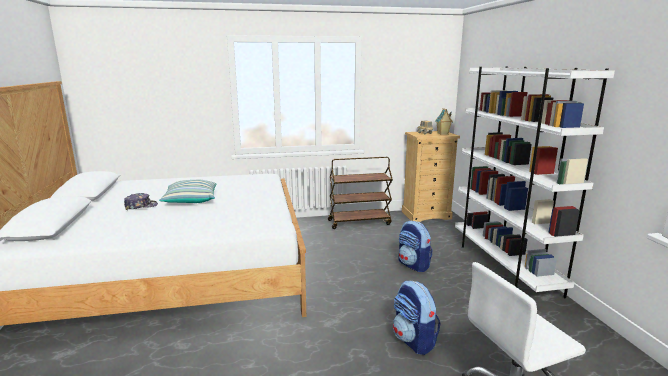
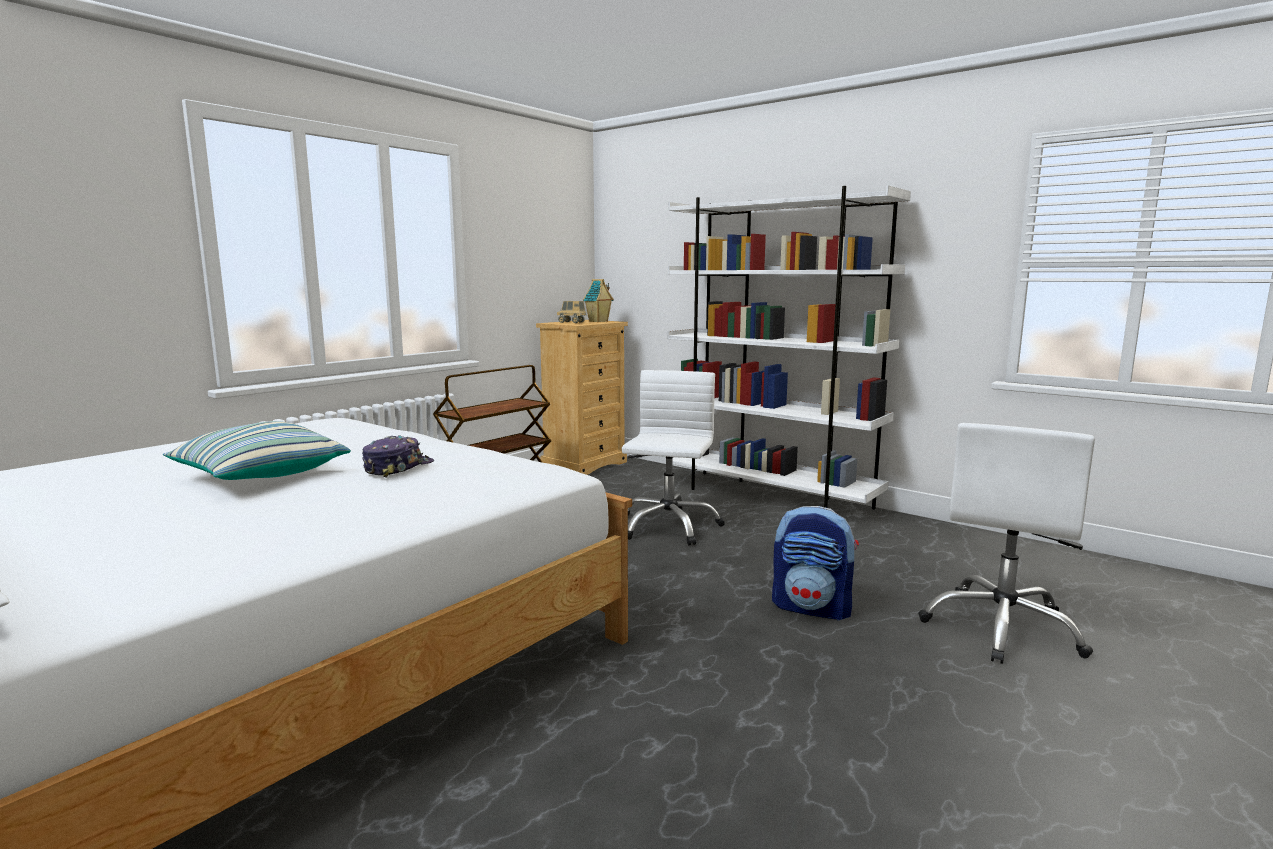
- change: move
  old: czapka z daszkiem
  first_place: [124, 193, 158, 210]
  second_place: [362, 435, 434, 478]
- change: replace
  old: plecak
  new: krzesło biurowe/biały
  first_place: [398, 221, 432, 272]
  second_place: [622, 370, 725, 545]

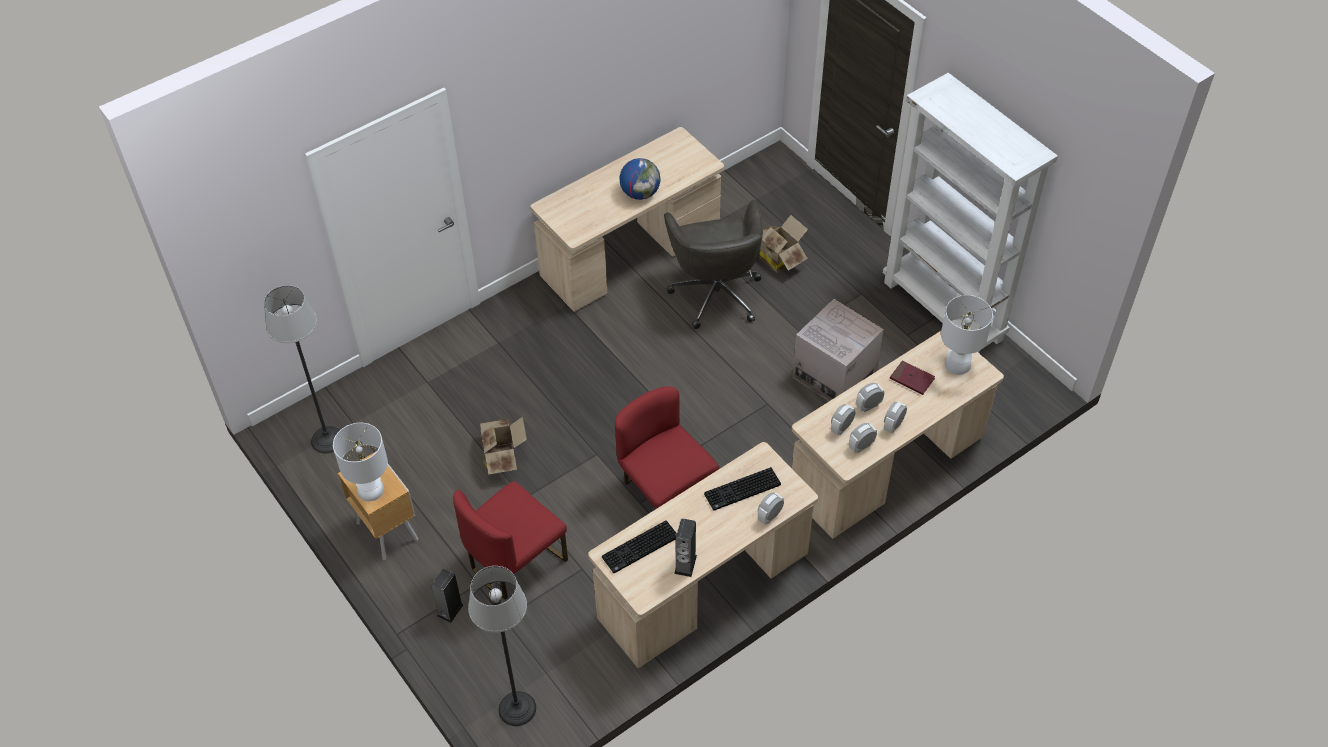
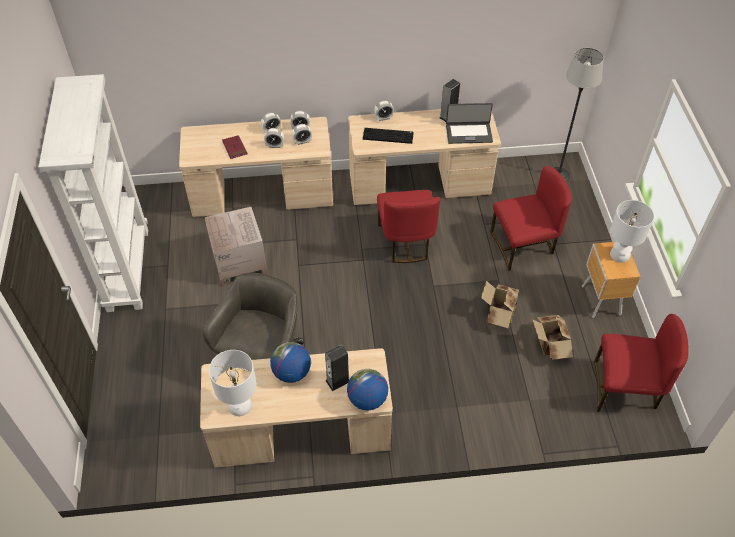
- change: move
  old: karton
  first_place: [760, 215, 808, 273]
  second_place: [533, 315, 573, 360]
- change: replace
  old: lampa stojąca
  new: krzesło/czerwony
  first_place: [264, 285, 340, 453]
  second_place: [594, 314, 689, 412]
- change: move
  old: lampa stołowa/biały
  first_place: [941, 295, 993, 375]
  second_place: [209, 350, 257, 416]
- change: replace
  old: klawiatura
  new: laptop
  first_place: [602, 520, 677, 573]
  second_place: [446, 103, 493, 144]
- change: move
  old: głośnik
  first_place: [431, 568, 464, 623]
  second_place: [325, 345, 349, 391]
- change: insert
  new: globus
  second_place: [347, 369, 388, 411]

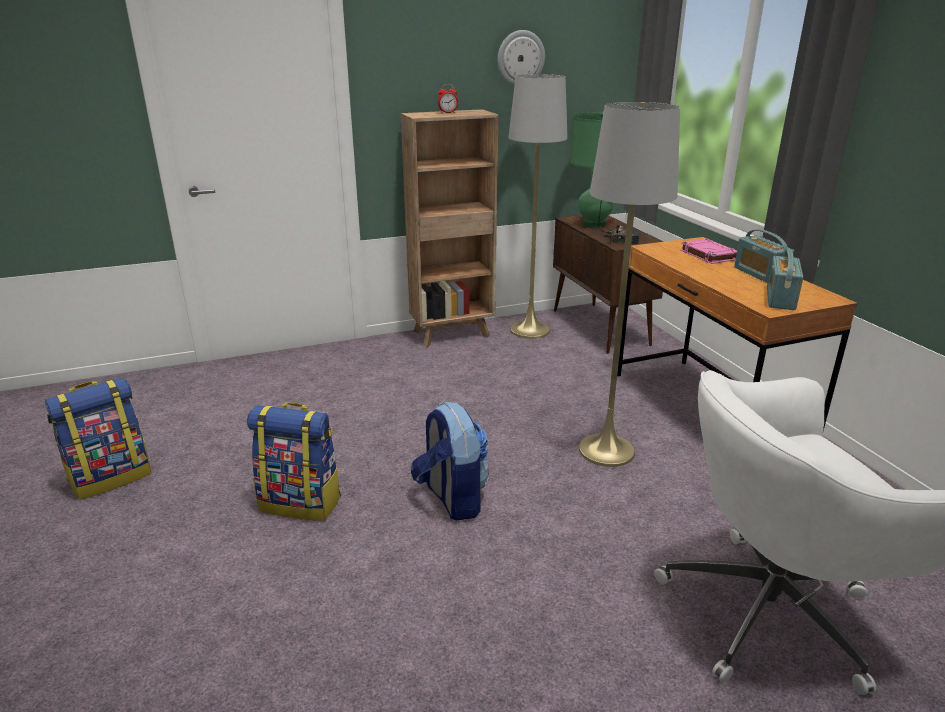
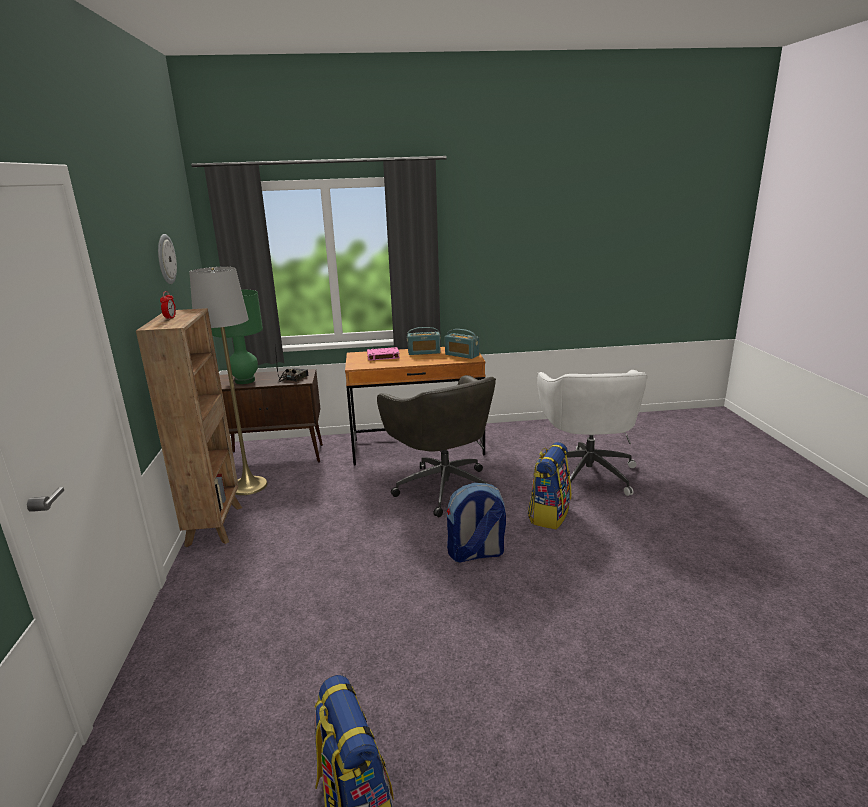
- change: replace
  old: lampa stojąca/szary
  new: krzesło biurowe/szary
  first_place: [579, 102, 680, 467]
  second_place: [377, 375, 496, 517]
- change: move
  old: plecak
  first_place: [247, 403, 341, 521]
  second_place: [528, 442, 571, 529]

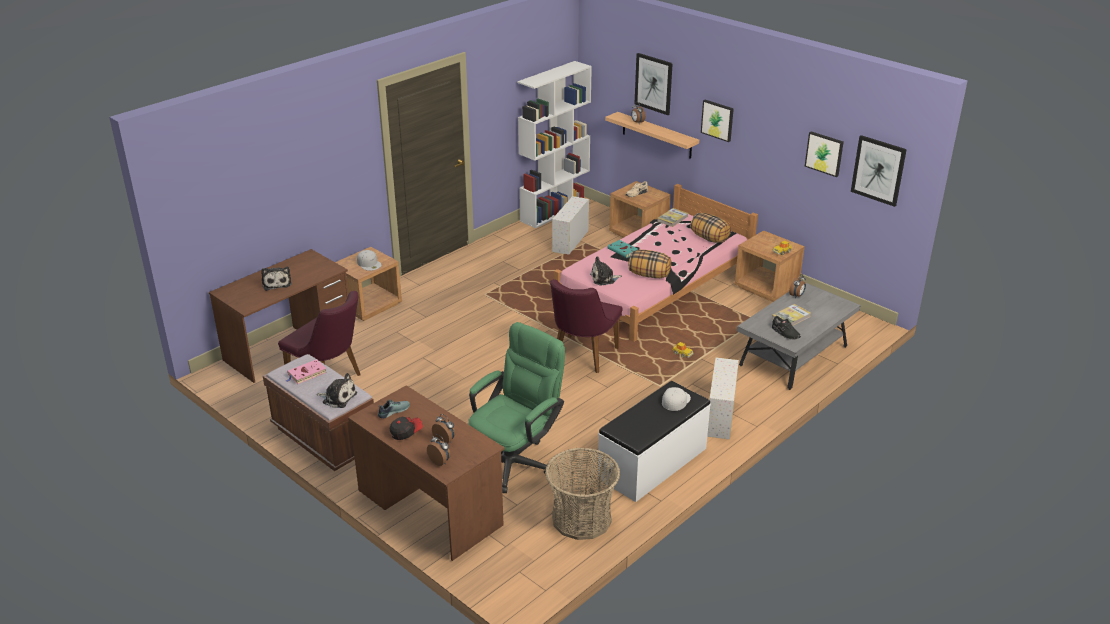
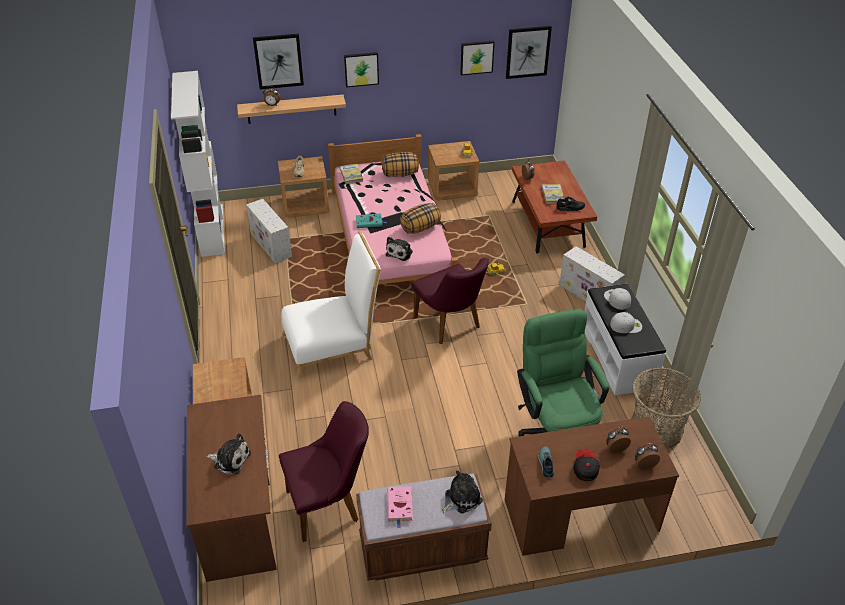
- change: move
  old: czapka z daszkiem/biały
  first_place: [357, 250, 382, 271]
  second_place: [610, 312, 642, 333]
- change: recolor
  old: ława/szary
  new: ława/brązowy
  first_place: [737, 282, 861, 390]
  second_place: [512, 160, 597, 254]
- change: insert
  new: krzesło/biały
  second_place: [281, 231, 381, 379]

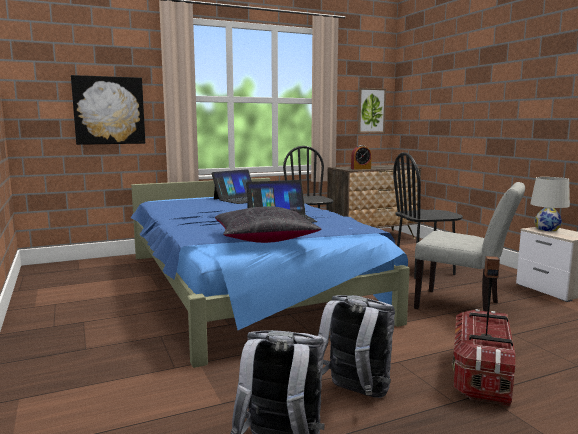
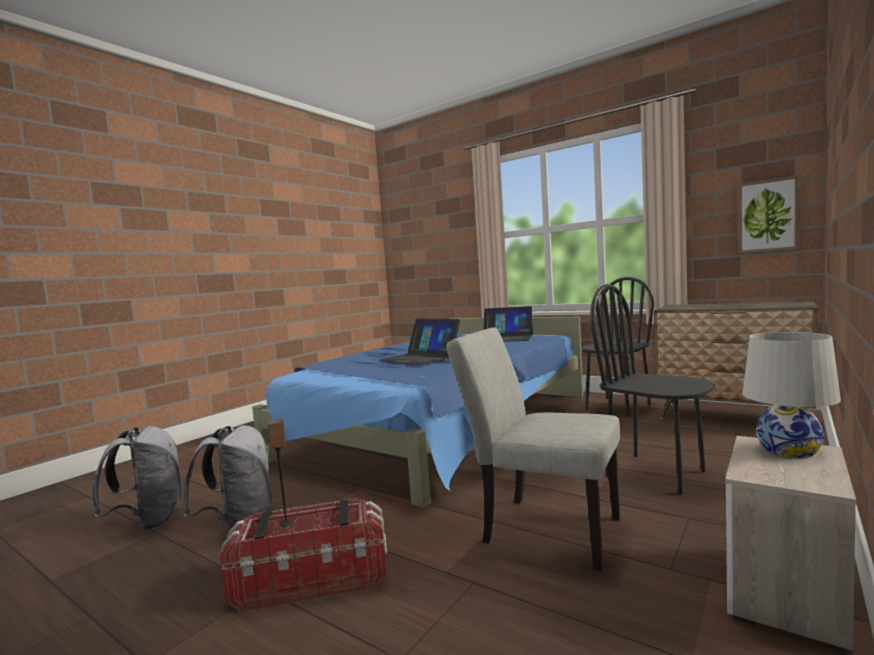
- change: delete
  old: obraz
  first_place: [71, 75, 145, 145]
- change: delete
  old: budzik
  first_place: [351, 145, 371, 170]
- change: rotate
  old: krzesło/szary
  first_place: [414, 182, 525, 312]
  second_place: [446, 327, 620, 571]
  degrees: 120
- change: delete
  old: poduszka/czarny
  first_place: [215, 206, 321, 243]

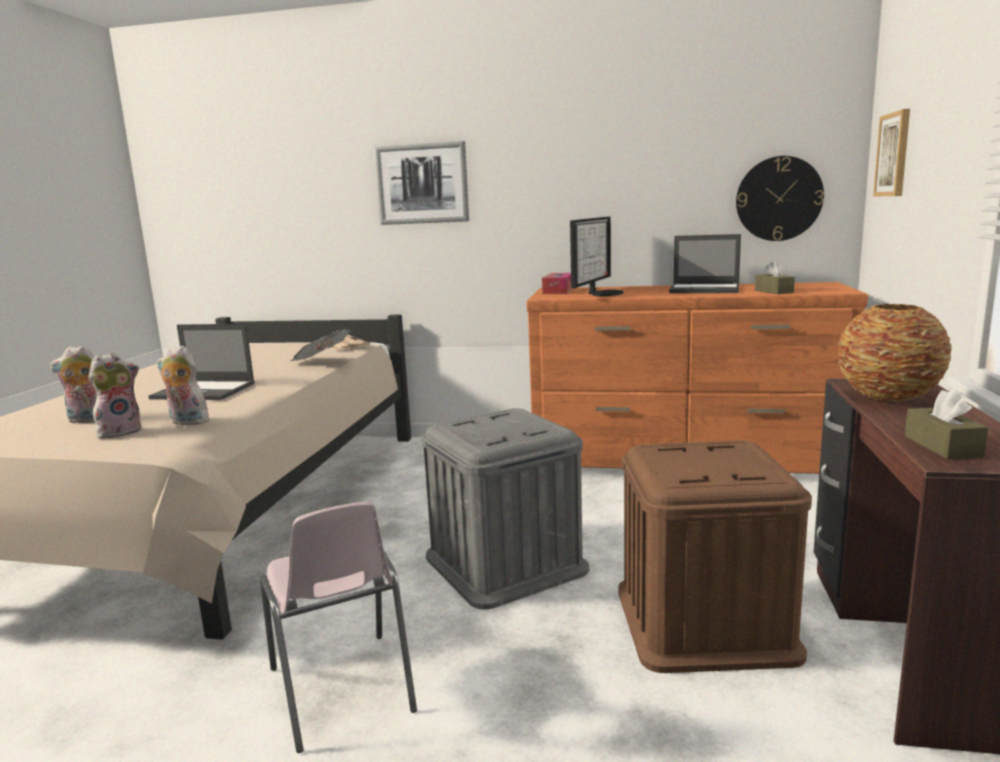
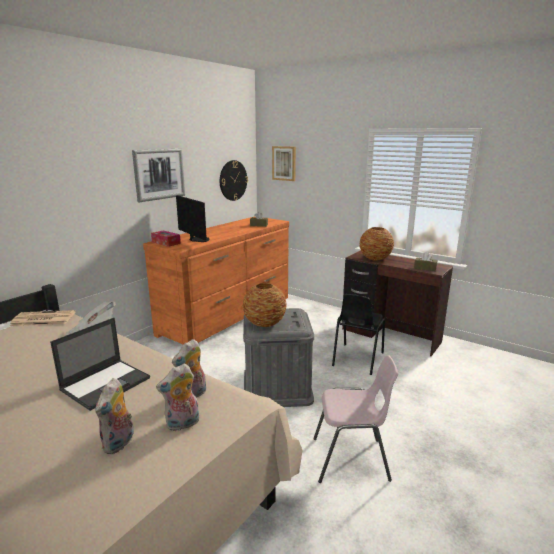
- change: move
  old: obraz
  first_place: [374, 141, 469, 225]
  second_place: [132, 149, 185, 202]
- change: delete
  old: laptop
  first_place: [669, 234, 741, 293]
- change: rotate
  old: pluszak
  first_place: [88, 353, 141, 439]
  second_place: [156, 364, 199, 431]
  degrees: -105
- change: replace
  old: pojemnik do przechowywania/brązowy
  new: krzesło/czarny
  first_place: [618, 440, 812, 673]
  second_place: [332, 294, 385, 375]
- change: insert
  new: wazon
  second_place: [242, 283, 287, 327]

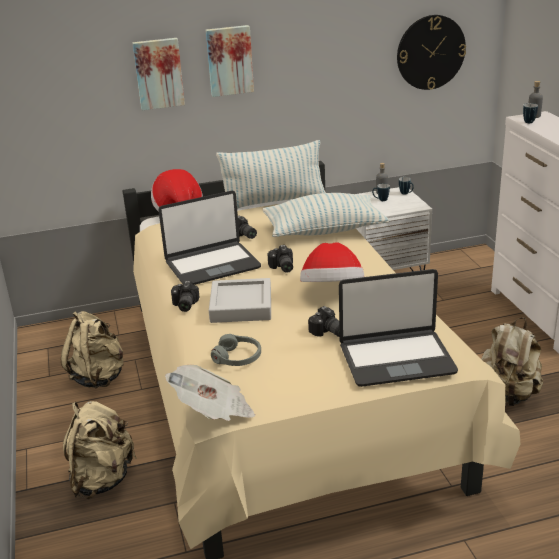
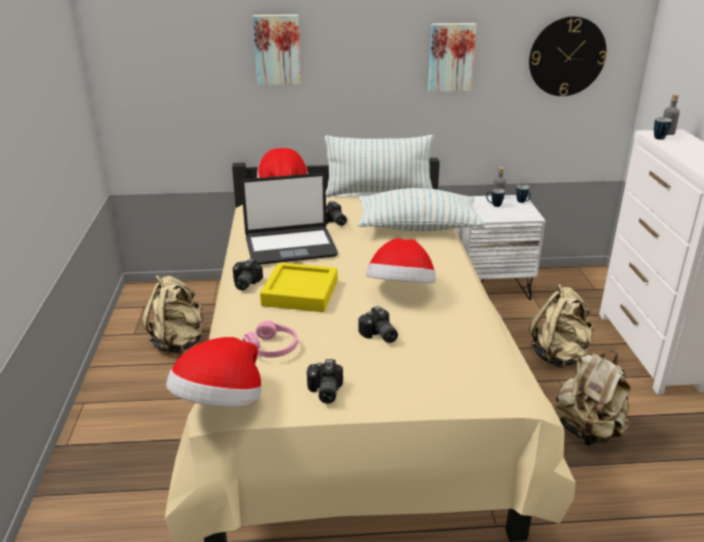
- change: move
  old: obraz
  first_place: [206, 25, 254, 97]
  second_place: [428, 23, 477, 92]
- change: move
  old: aparat fotograficzny
  first_place: [268, 245, 293, 273]
  second_place: [307, 359, 343, 404]
- change: delete
  old: laptop
  first_place: [339, 269, 458, 387]
- change: recolor
  old: taca/szary
  new: taca/żółty
  first_place: [209, 278, 271, 323]
  second_place: [260, 263, 338, 312]
- change: recolor
  old: słuchawki/szary
  new: słuchawki/różowy
  first_place: [211, 334, 261, 366]
  second_place: [242, 321, 298, 358]
- change: replace
  old: gazeta
  new: kapelusz
  first_place: [165, 365, 255, 421]
  second_place: [166, 337, 262, 407]
- change: move
  old: plecak/beżowy
  first_place: [63, 401, 137, 499]
  second_place: [529, 284, 594, 368]

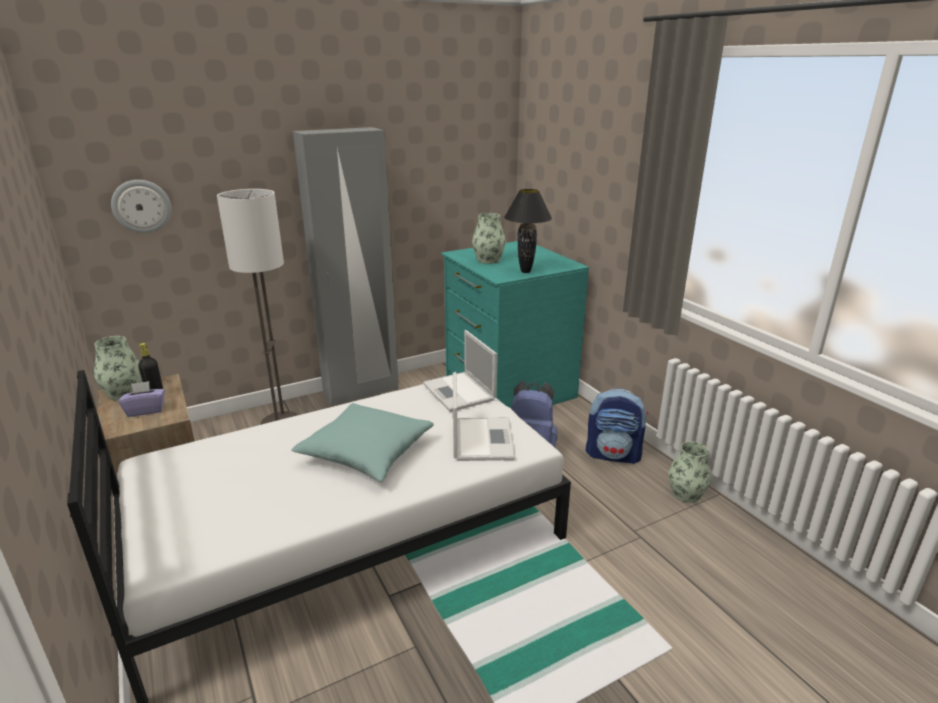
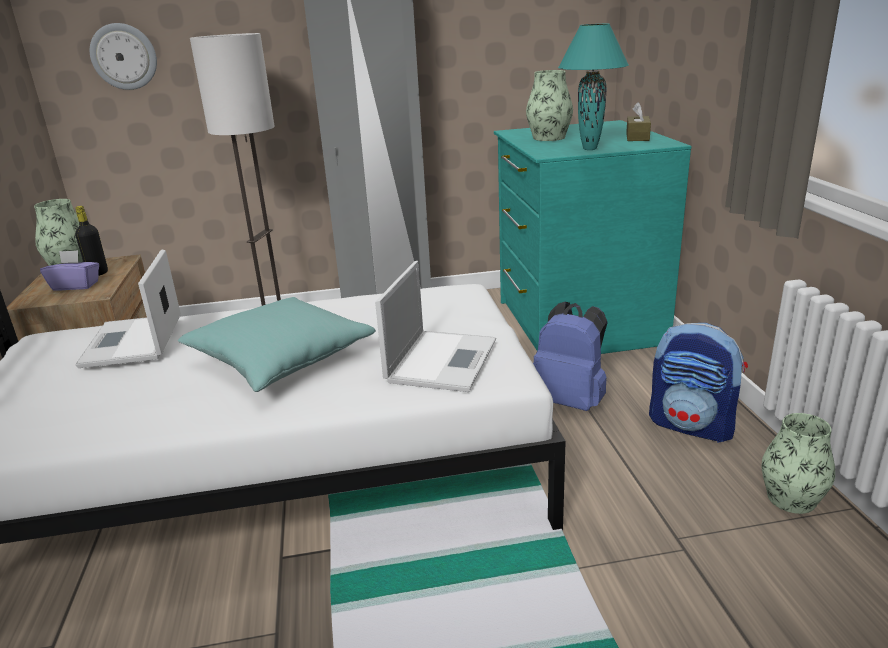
- change: recolor
  old: lampa stołowa/czarny
  new: lampa stołowa/turkusowy
  first_place: [504, 189, 552, 273]
  second_place: [558, 24, 629, 150]
- change: move
  old: laptop
  first_place: [423, 330, 497, 412]
  second_place: [76, 250, 181, 368]
- change: insert
  new: pudełko chusteczek/brązowy
  second_place: [626, 102, 651, 141]

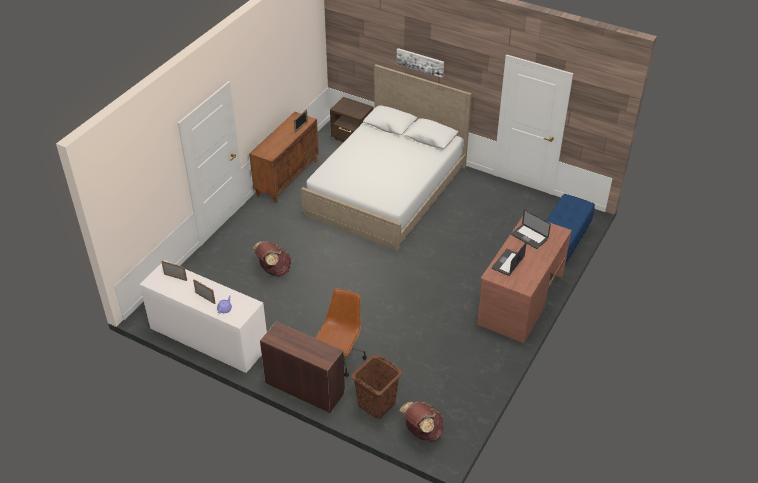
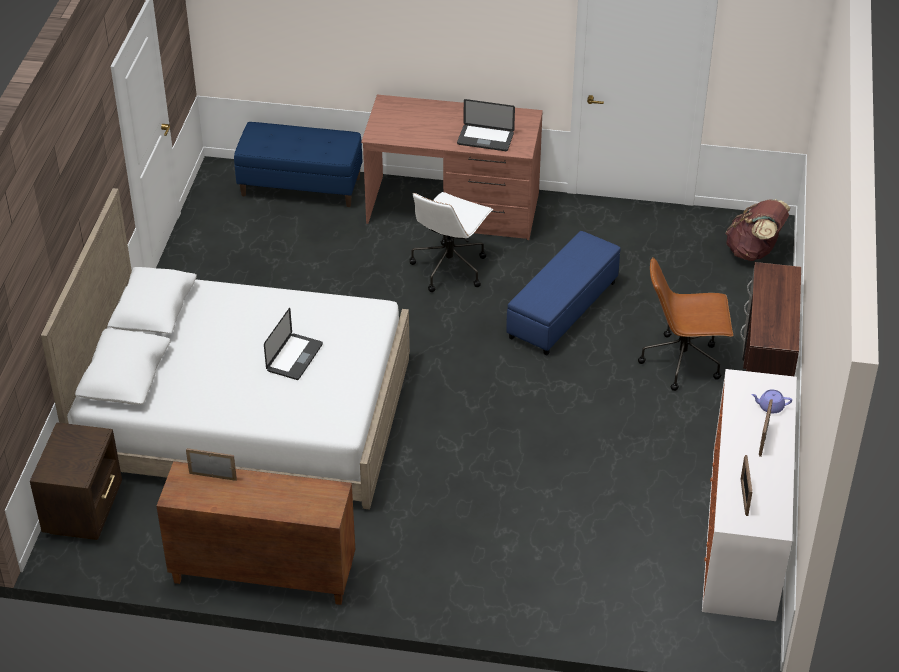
- change: delete
  old: obraz
  first_place: [397, 48, 444, 78]
- change: move
  old: laptop
  first_place: [511, 210, 551, 249]
  second_place: [264, 308, 323, 380]
- change: delete
  old: plecak/brązowy
  first_place: [252, 241, 291, 276]
- change: delete
  old: kosz na pranie/brązowy
  first_place: [351, 355, 403, 419]
- change: insert
  new: krzesło biurowe/biały
  second_place: [409, 192, 493, 292]
- change: insert
  new: pufa/niebieski
  second_place: [506, 231, 620, 355]

